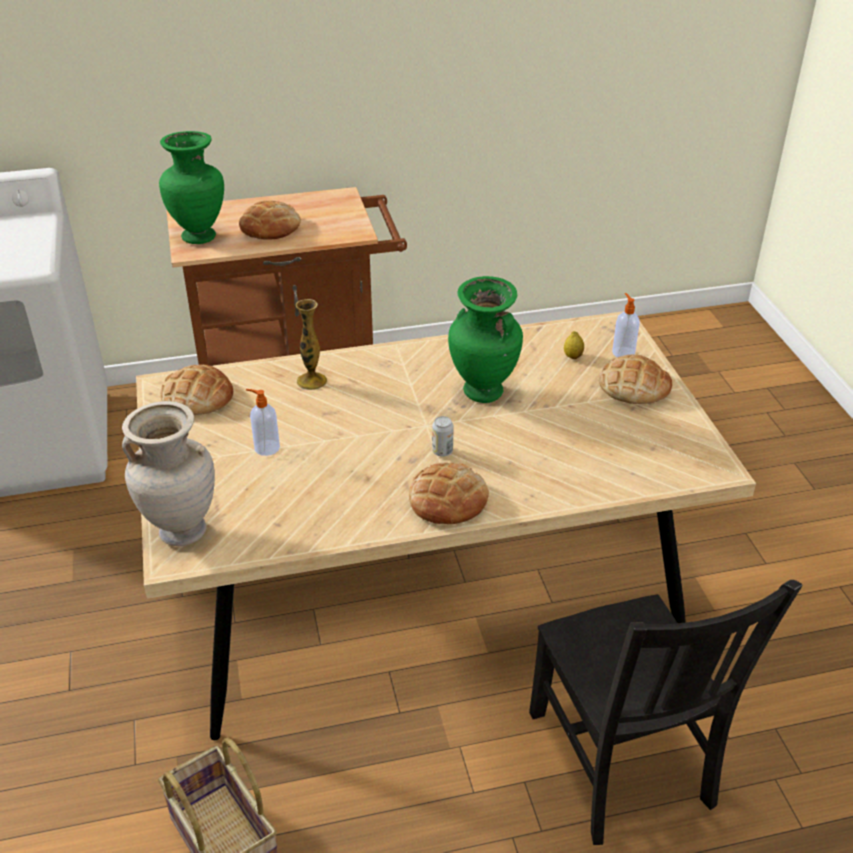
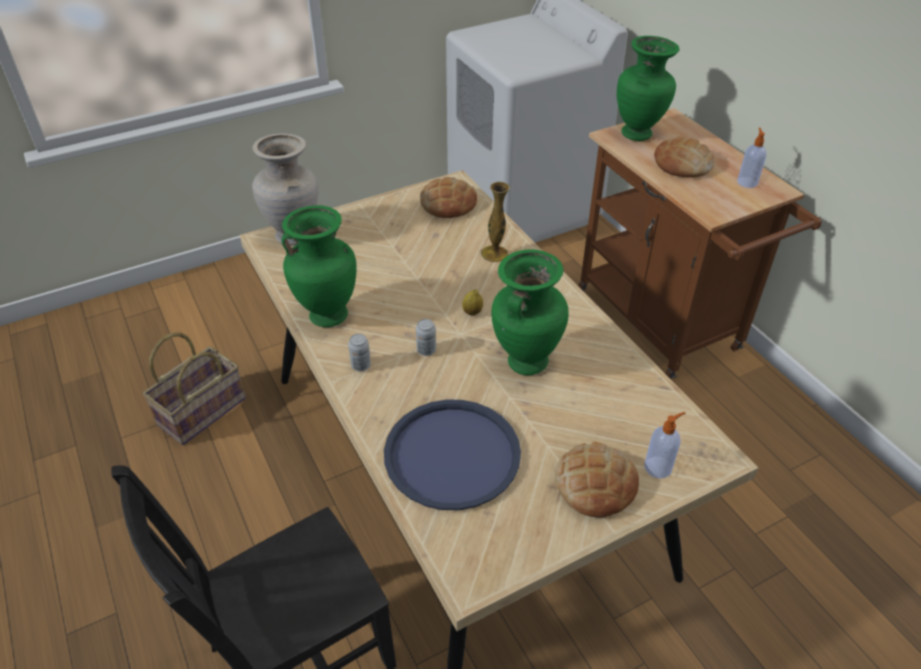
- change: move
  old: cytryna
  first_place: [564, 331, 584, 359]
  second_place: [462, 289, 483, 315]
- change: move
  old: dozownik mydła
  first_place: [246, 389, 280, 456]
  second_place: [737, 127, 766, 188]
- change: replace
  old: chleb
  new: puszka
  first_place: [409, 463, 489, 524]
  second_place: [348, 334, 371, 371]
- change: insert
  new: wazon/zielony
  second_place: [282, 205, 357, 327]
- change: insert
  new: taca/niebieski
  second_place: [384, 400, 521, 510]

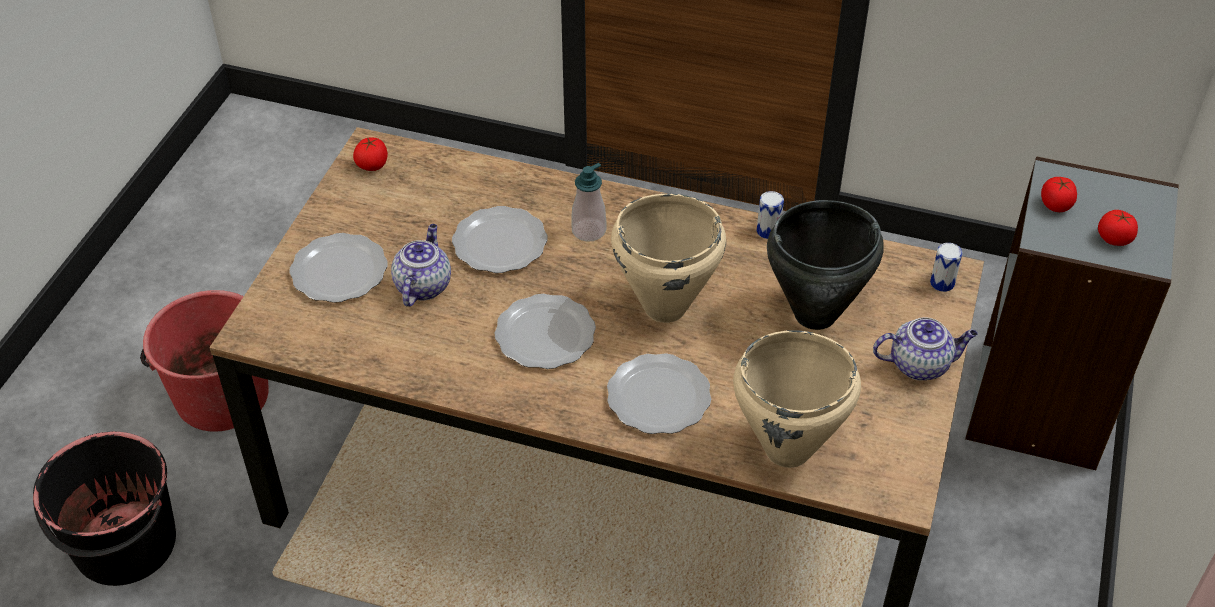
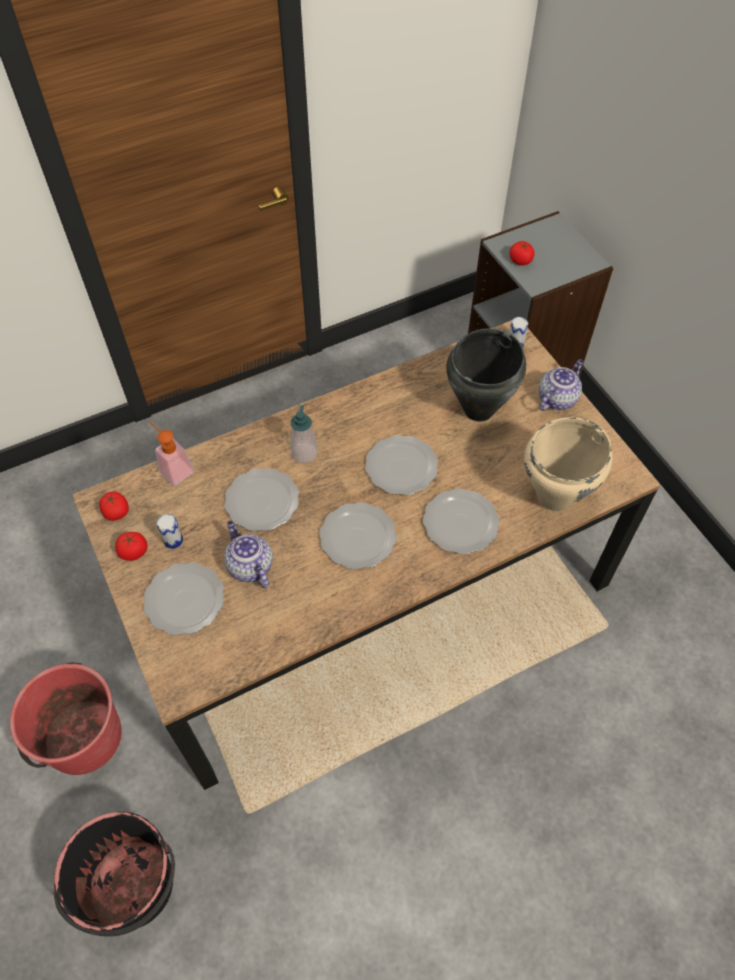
- change: move
  old: puszka
  first_place: [757, 191, 784, 239]
  second_place: [157, 514, 183, 549]
- change: replace
  old: garnek/beżowy
  new: talerz
  first_place: [611, 194, 726, 323]
  second_place: [365, 435, 438, 495]
- change: move
  old: pomidor
  first_place: [1098, 210, 1138, 246]
  second_place: [115, 532, 148, 561]
- change: insert
  new: dozownik mydła
  second_place: [149, 421, 194, 486]

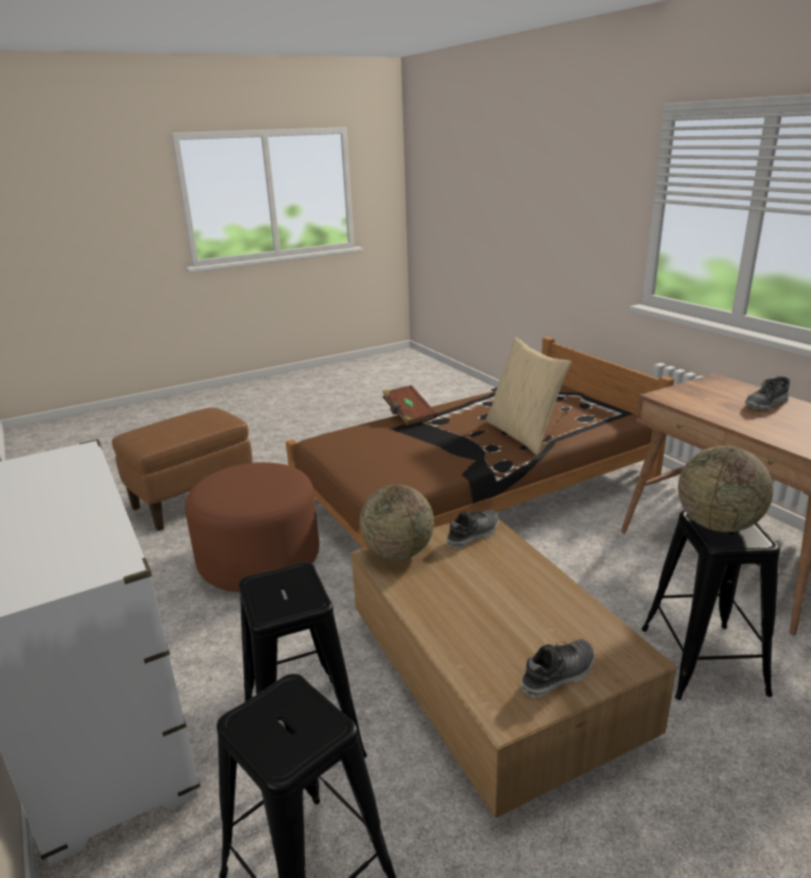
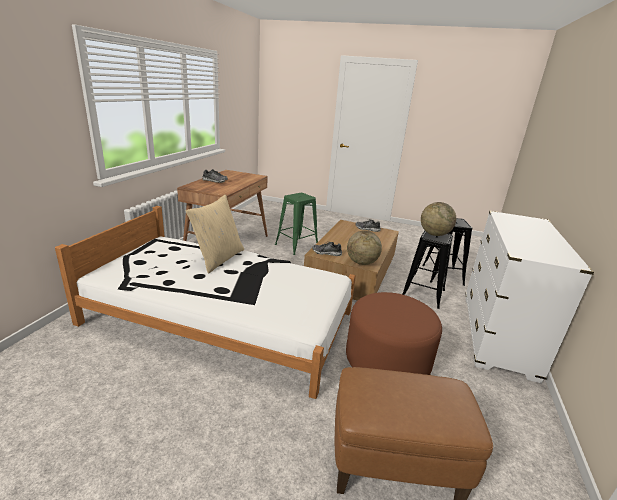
- change: recolor
  old: łóżko/brązowy
  new: łóżko/biały
  first_place: [286, 337, 674, 548]
  second_place: [55, 206, 356, 399]
- change: delete
  old: książka/brązowy
  first_place: [383, 385, 437, 427]
- change: move
  old: globus
  first_place: [678, 446, 773, 532]
  second_place: [421, 202, 456, 236]
- change: recolor
  old: stołek/czarny
  new: stołek/zielony
  first_place: [642, 510, 780, 700]
  second_place: [275, 193, 318, 255]

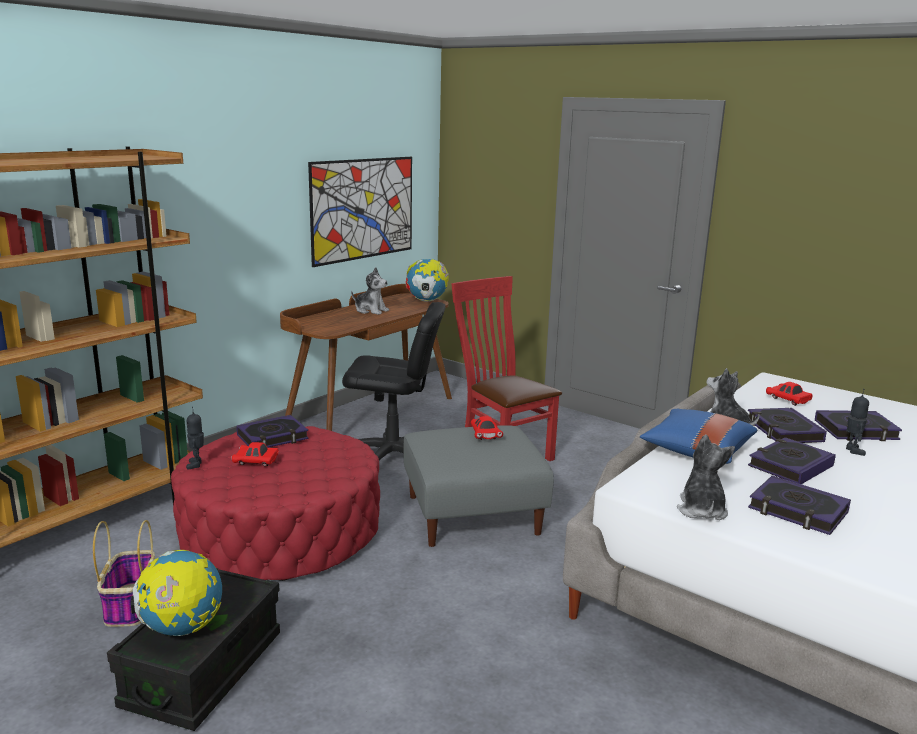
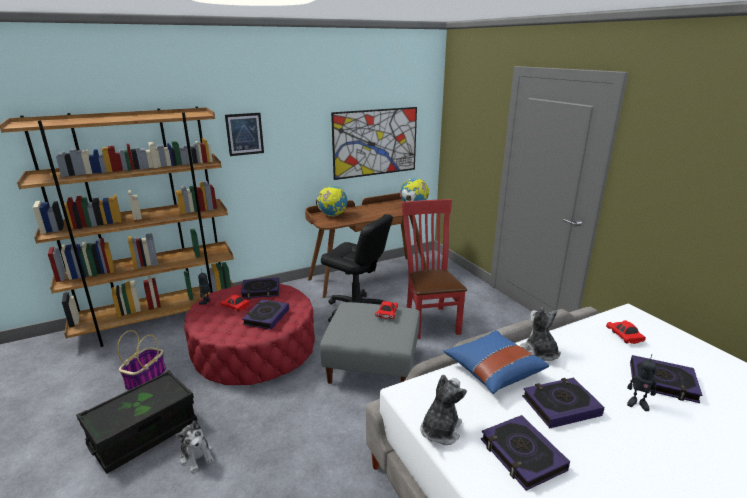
- change: move
  old: pluszak
  first_place: [351, 267, 389, 315]
  second_place: [175, 420, 214, 473]
- change: rotate
  old: robot zabawkowy
  first_place: [846, 389, 869, 456]
  second_place: [627, 354, 657, 411]
  degrees: 90
- change: move
  old: książka
  first_place: [748, 408, 827, 443]
  second_place: [242, 299, 289, 330]
- change: move
  old: globus
  first_place: [131, 550, 222, 636]
  second_place: [316, 185, 347, 216]
- change: insert
  new: obraz
  second_place: [225, 113, 264, 156]

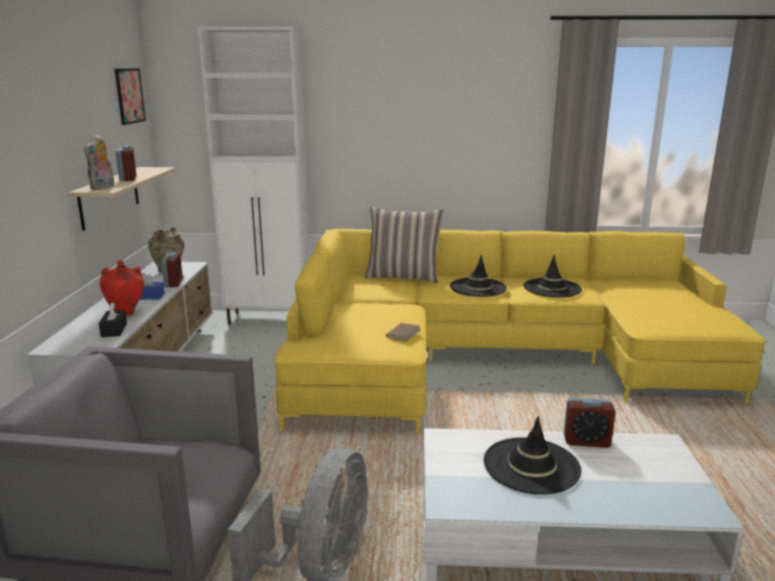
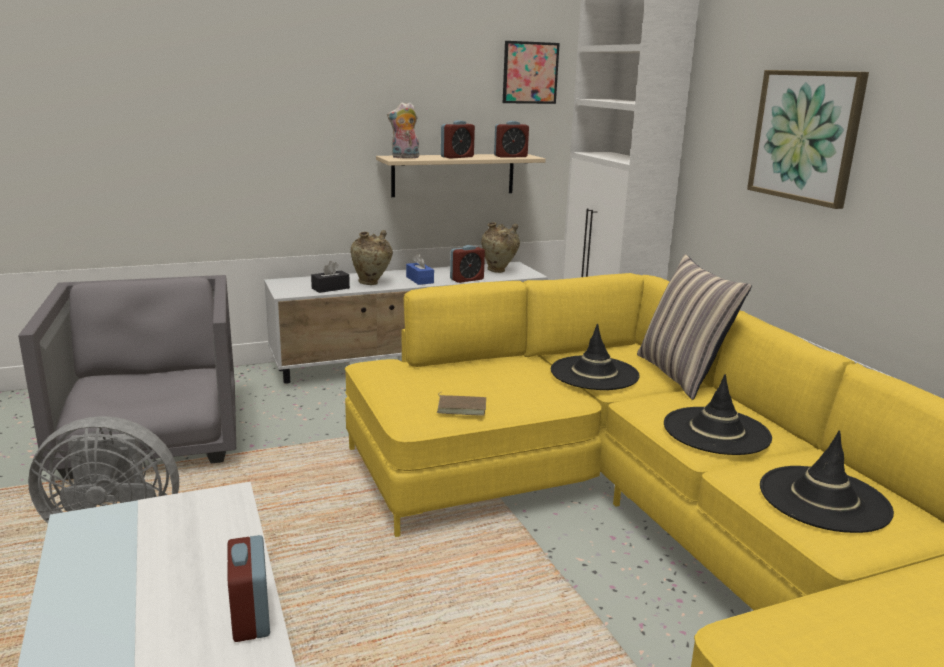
- change: recolor
  old: wazon/czerwony
  new: wazon/beżowy
  first_place: [100, 260, 144, 316]
  second_place: [350, 230, 393, 285]
- change: move
  old: kapelusz/czarny
  first_place: [484, 416, 581, 495]
  second_place: [551, 323, 640, 390]
- change: insert
  new: obraz
  second_place: [747, 70, 869, 209]
- change: insert
  new: budzik
  second_place: [494, 121, 529, 158]

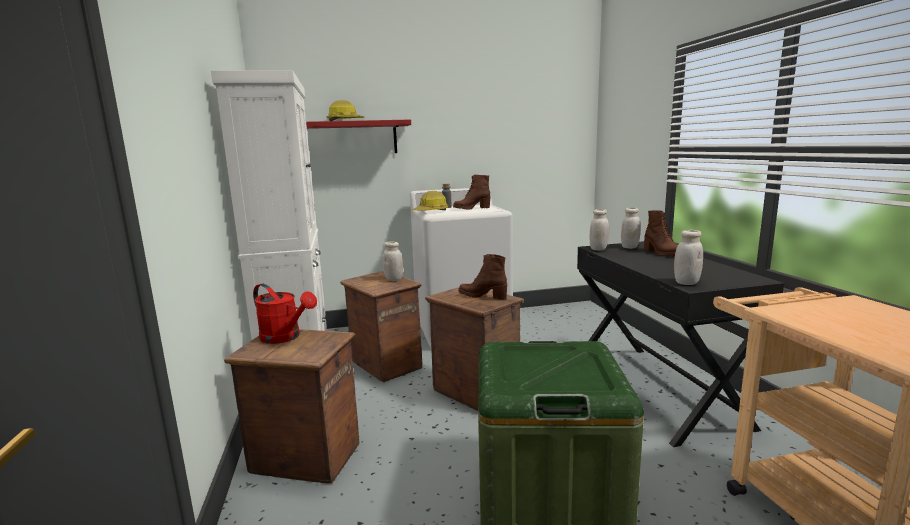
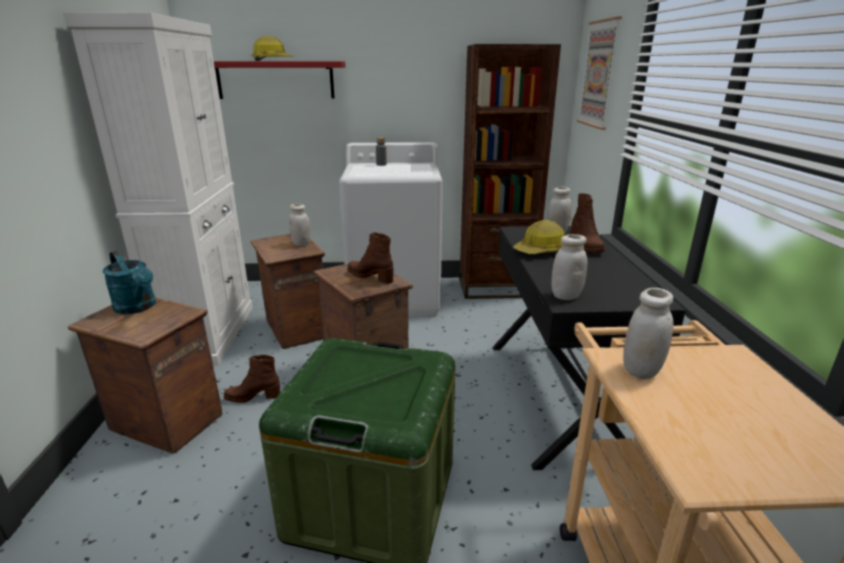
- change: move
  old: but z cholewką/brązowy
  first_place: [453, 175, 491, 210]
  second_place: [224, 355, 280, 403]
- change: move
  old: kask
  first_place: [412, 191, 448, 211]
  second_place: [513, 220, 564, 254]
- change: move
  old: słoik/biały
  first_place: [589, 209, 609, 251]
  second_place: [623, 288, 673, 379]
- change: recolor
  old: konewka/czerwony
  new: konewka/turkusowy
  first_place: [253, 284, 317, 344]
  second_place: [102, 251, 156, 314]
- change: insert
  new: obraz
  second_place: [577, 16, 622, 130]
- change: insert
  new: regał/brązowy
  second_place: [459, 44, 561, 299]

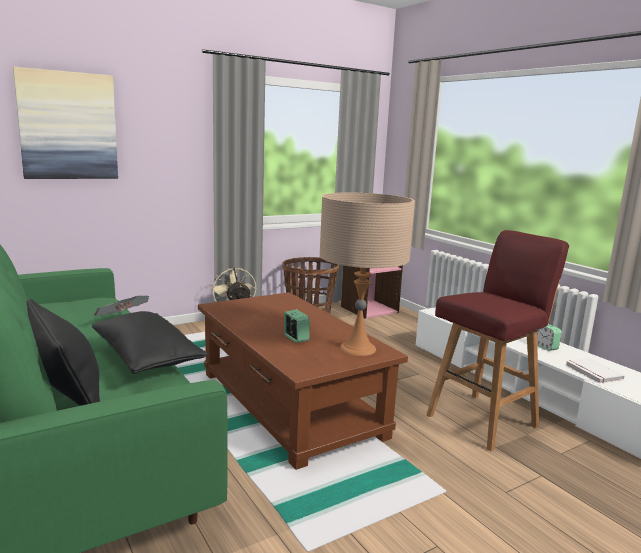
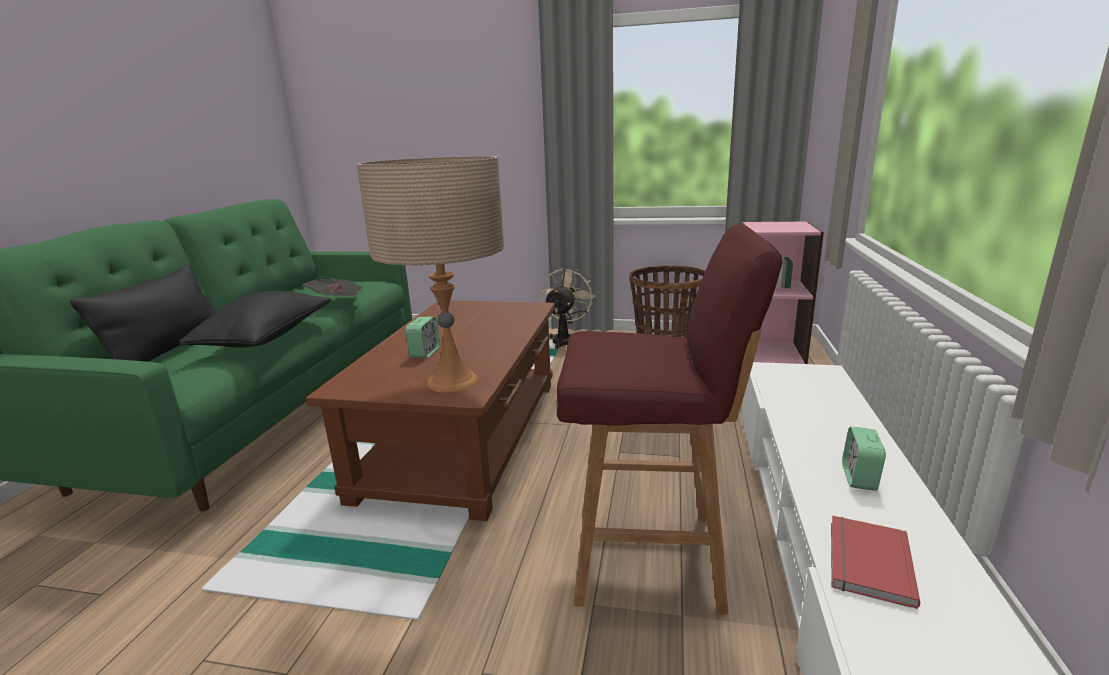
- change: delete
  old: obraz
  first_place: [13, 67, 118, 179]
- change: recolor
  old: książka/biały
  new: książka/czerwony
  first_place: [566, 358, 625, 383]
  second_place: [831, 516, 920, 609]

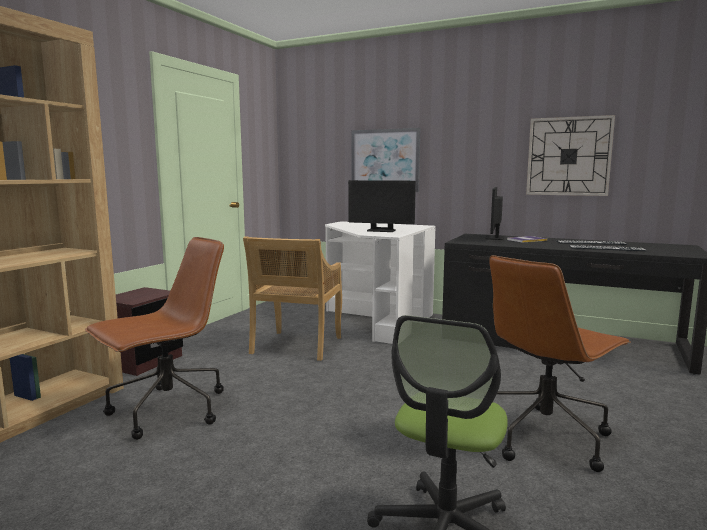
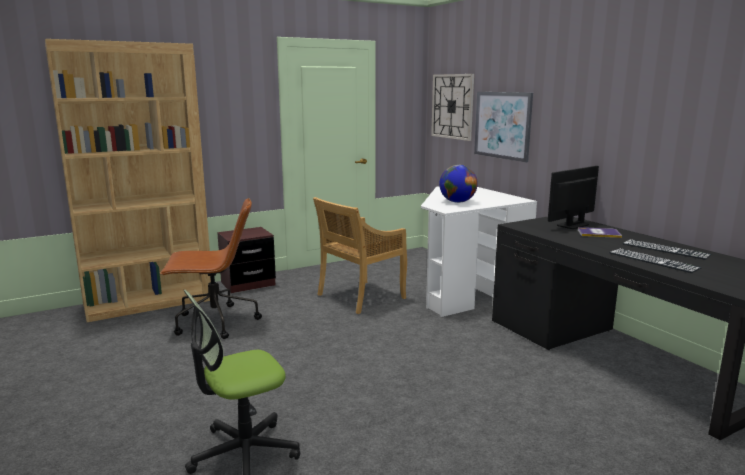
- change: move
  old: zegar ścienny
  first_place: [526, 115, 615, 196]
  second_place: [431, 74, 474, 141]
- change: replace
  old: monitor
  new: globus
  first_place: [348, 180, 416, 232]
  second_place: [439, 165, 478, 203]
- change: delete
  old: krzesło biurowe/brązowy
  first_place: [489, 255, 631, 472]

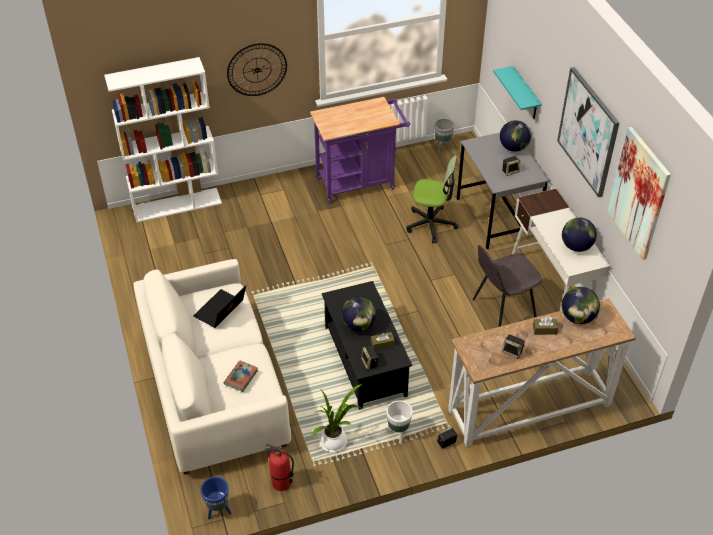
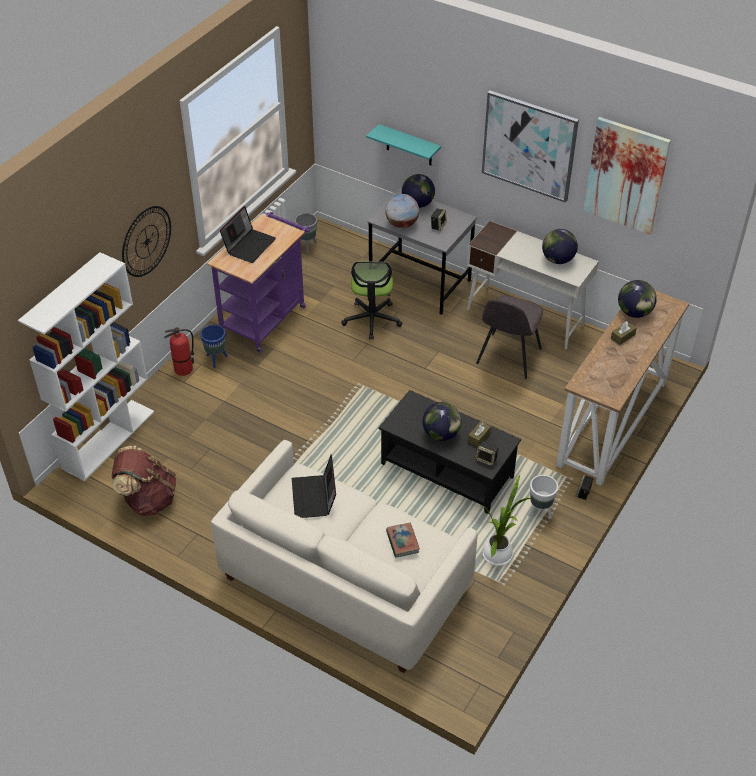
- change: rotate
  old: krzesło biurowe
  first_place: [407, 155, 458, 243]
  second_place: [341, 261, 403, 340]
  degrees: 120
- change: delete
  old: głośnik
  first_place: [502, 334, 525, 359]
- change: move
  old: gaśnica
  first_place: [265, 444, 294, 491]
  second_place: [164, 327, 194, 376]
- change: move
  old: donica/niebieski
  first_place: [200, 477, 231, 519]
  second_place: [200, 325, 228, 368]
- change: insert
  new: globus
  second_place: [385, 194, 419, 228]
- change: insert
  new: laptop
  second_place: [220, 206, 276, 263]
- change: insert
  new: plecak/brązowy
  second_place: [112, 446, 176, 516]

